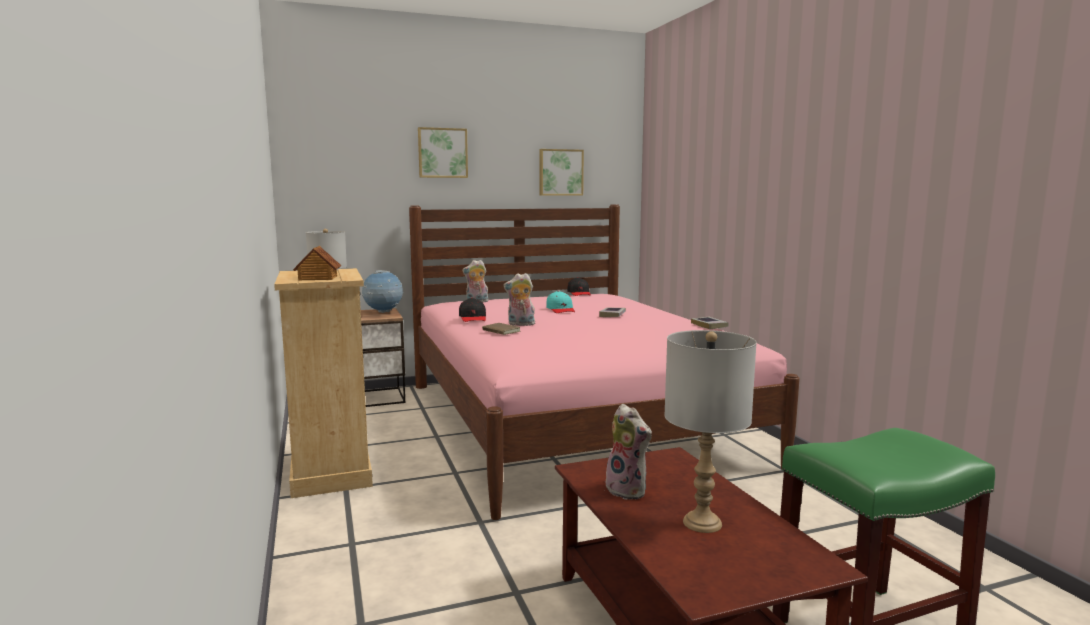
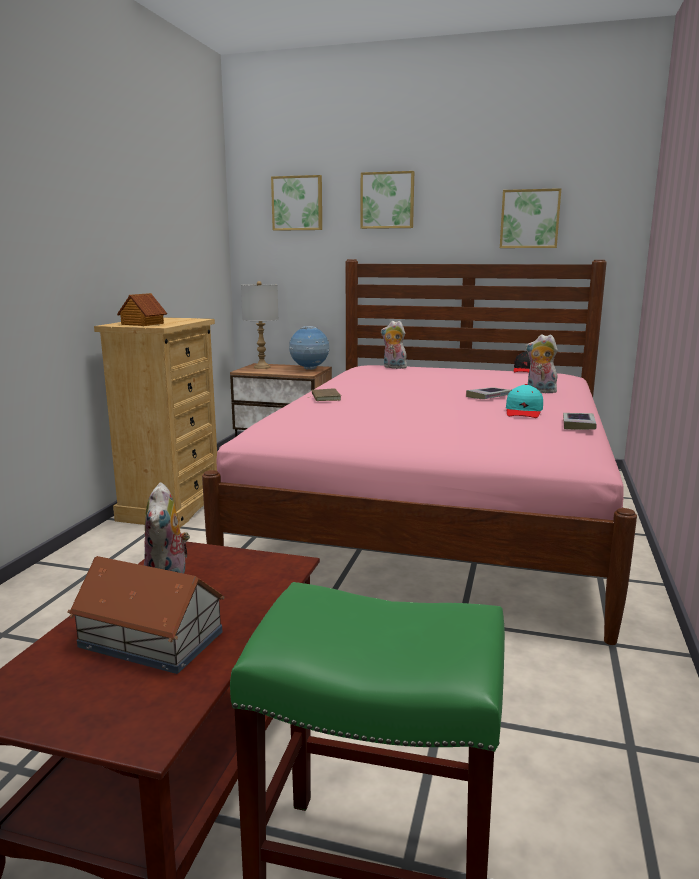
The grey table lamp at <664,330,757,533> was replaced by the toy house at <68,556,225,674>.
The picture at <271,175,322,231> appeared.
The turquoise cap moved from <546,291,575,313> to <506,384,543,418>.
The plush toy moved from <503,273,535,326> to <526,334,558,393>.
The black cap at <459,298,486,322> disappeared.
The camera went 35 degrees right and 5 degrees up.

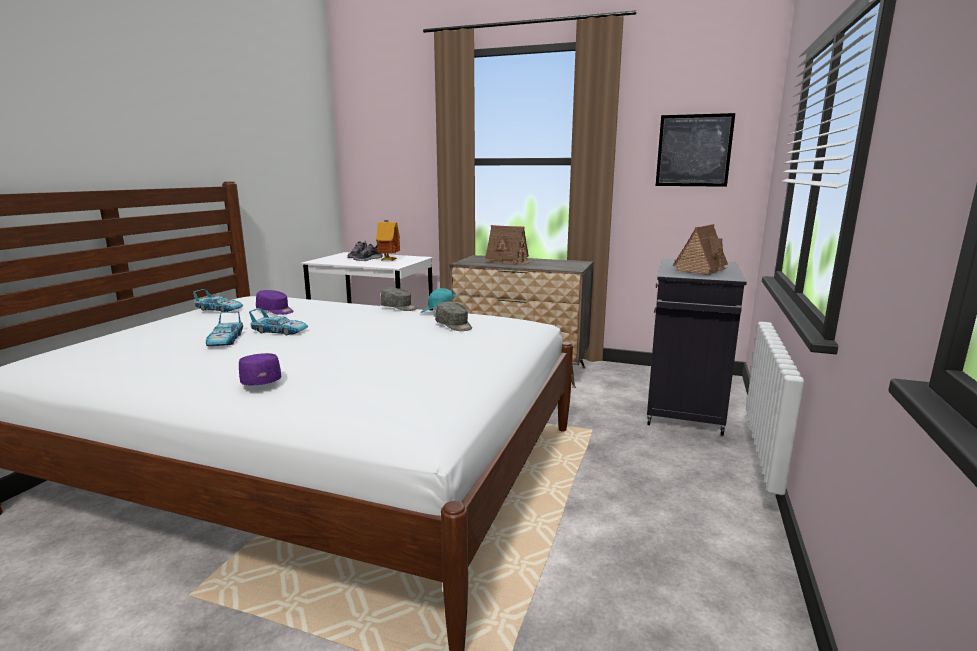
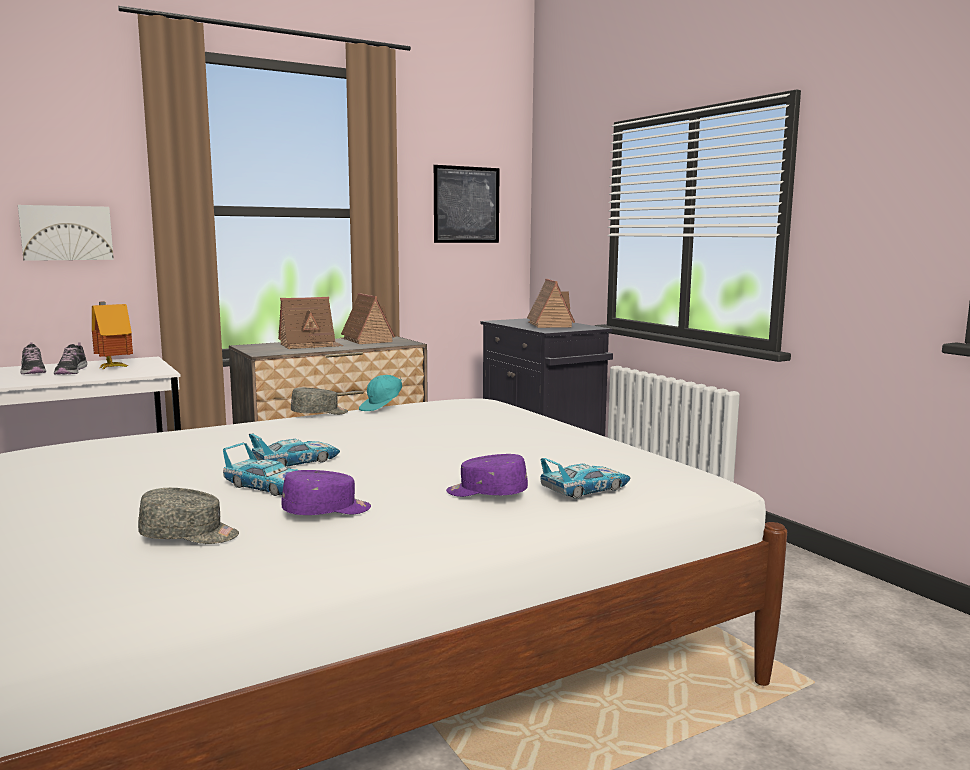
The picture at <18,205,114,261> appeared.
The grey cap moved from <435,302,472,331> to <138,488,239,544>.
The purple cap moved from <256,290,294,315> to <281,470,371,515>.
The toy house at <341,293,396,344> appeared.
The toy car moved from <193,289,243,312> to <540,458,631,499>.
The camera went 50 degrees left and 5 degrees down.

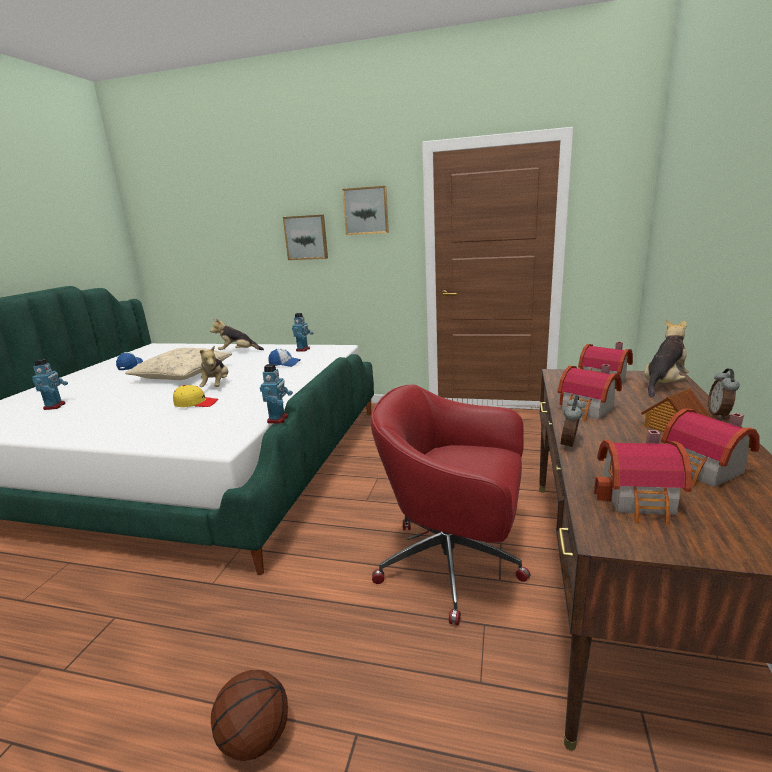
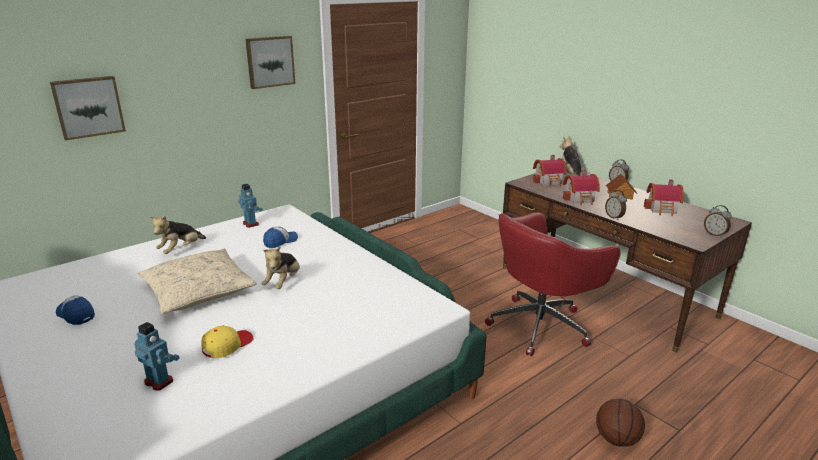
The picture moved from <283,215,328,260> to <50,76,126,140>.
The yellow cap moved from <173,385,218,407> to <201,326,253,358>.
The plush toy at <199,346,228,387> turned 75 degrees clockwise.
The alarm clock at <704,205,732,238> appeared.
The toy robot at <260,364,293,424> disappeared.
The toy house at <594,430,692,525> disappeared.
The camera went 55 degrees left and 5 degrees up.

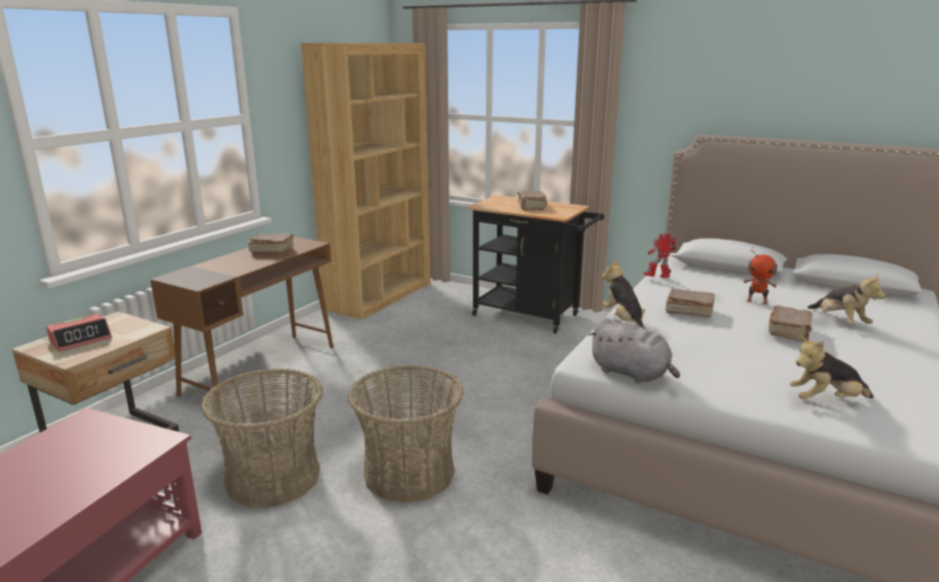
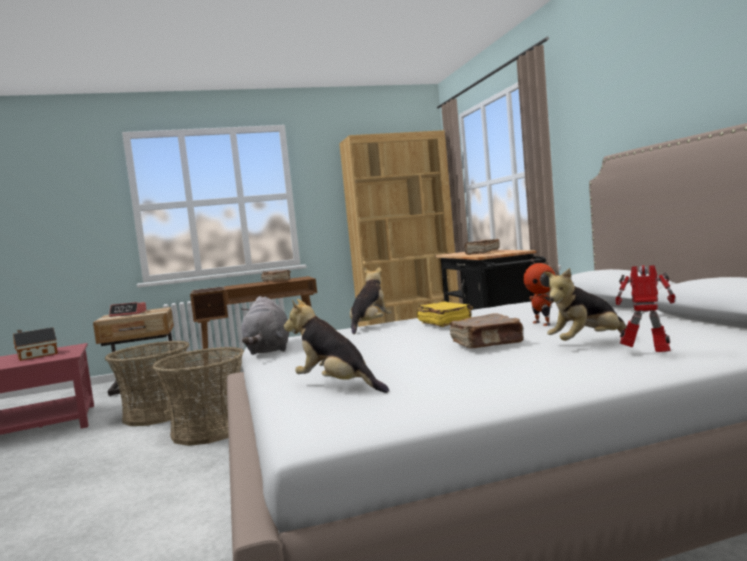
The toy house at <13,327,58,361> appeared.
The brown book at <665,289,715,317> became the yellow book at <417,301,473,327>.
The plush toy at <807,274,885,325> turned 45 degrees clockwise.
The toy robot moved from <643,233,677,278> to <615,265,675,352>.
The camera went 45 degrees right and 15 degrees down.

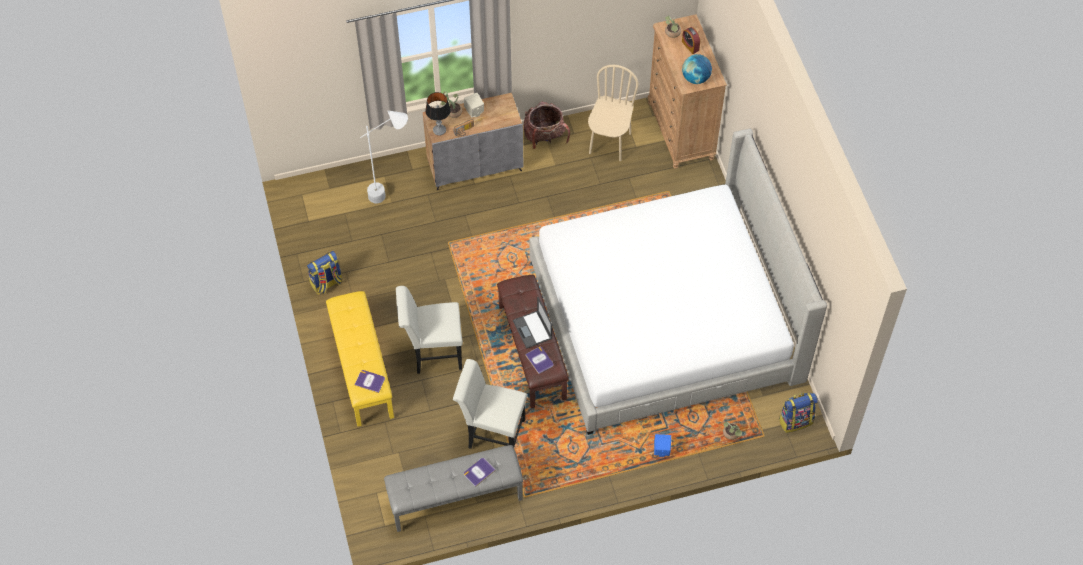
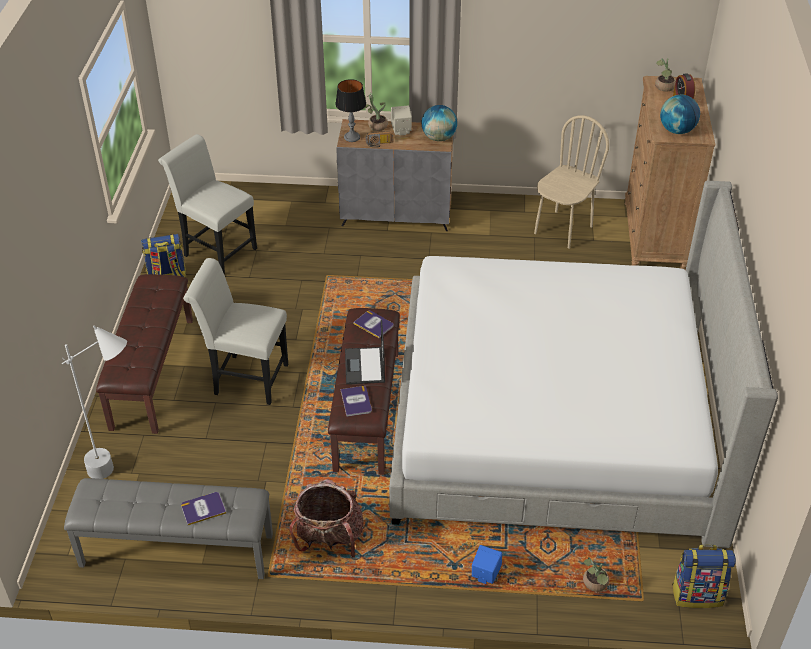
The white floor lamp moved from <360,111,408,203> to <62,326,127,479>.
The yellow bench at <326,291,394,427> became the brown bench at <96,274,193,434>.
The white chair moved from <453,359,527,449> to <158,134,257,274>.
The backpack moved from <523,101,570,149> to <289,479,364,558>.
The book moved from <355,370,385,393> to <353,310,393,338>.
The globe at <421,105,457,141> appeared.
The camera went 20 degrees right and 15 degrees down.

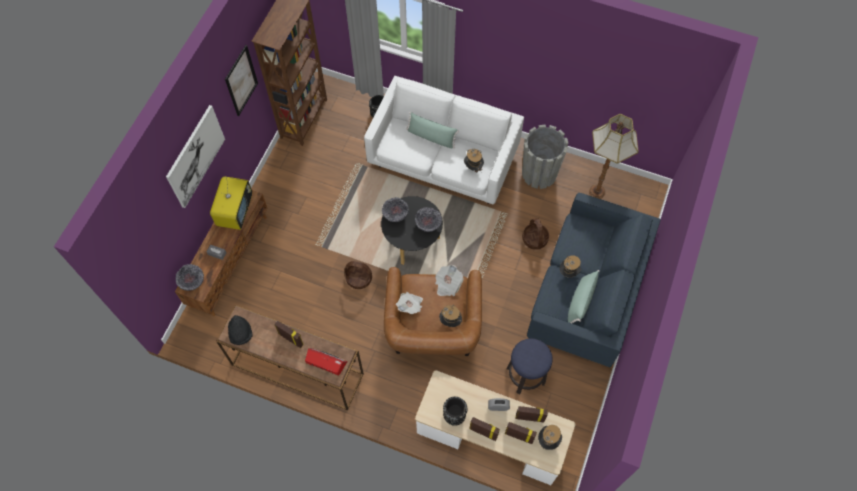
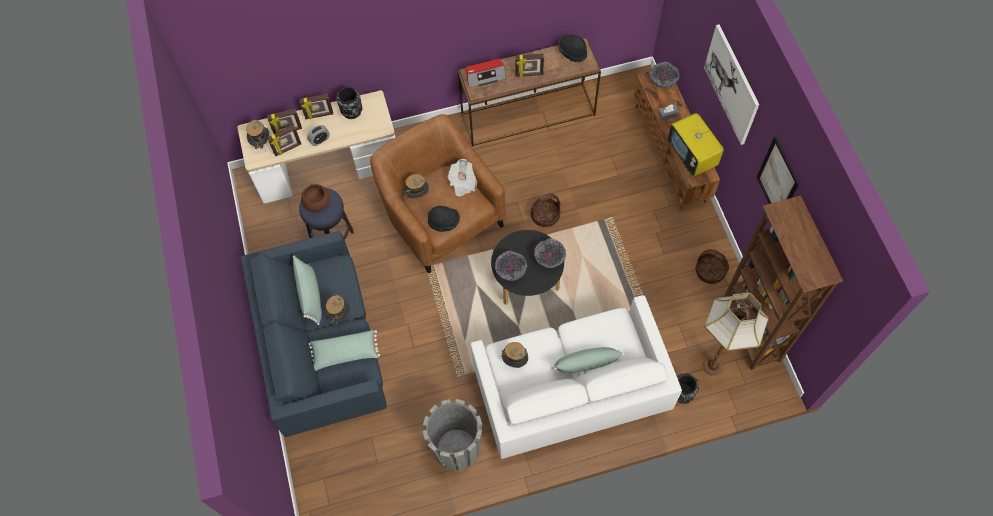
The brown bowl at <301,184,330,212> appeared.
The green pillow at <309,330,380,371> appeared.
The newspaper at <435,265,463,296> was replaced by the black hat at <428,206,460,232>.
The basket moved from <522,218,549,250> to <696,249,729,284>.
The floor lamp moved from <589,114,639,199> to <702,292,769,376>.
The camera went 145 degrees right and 0 degrees up.

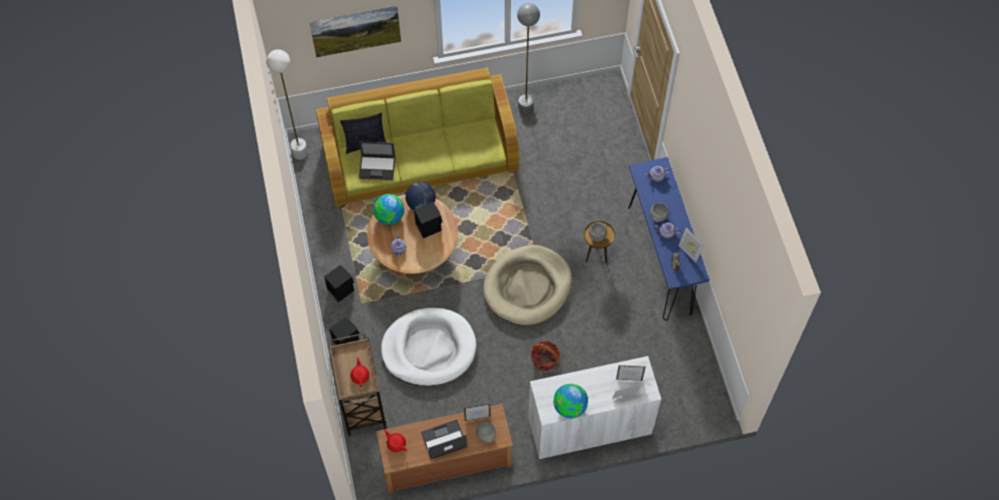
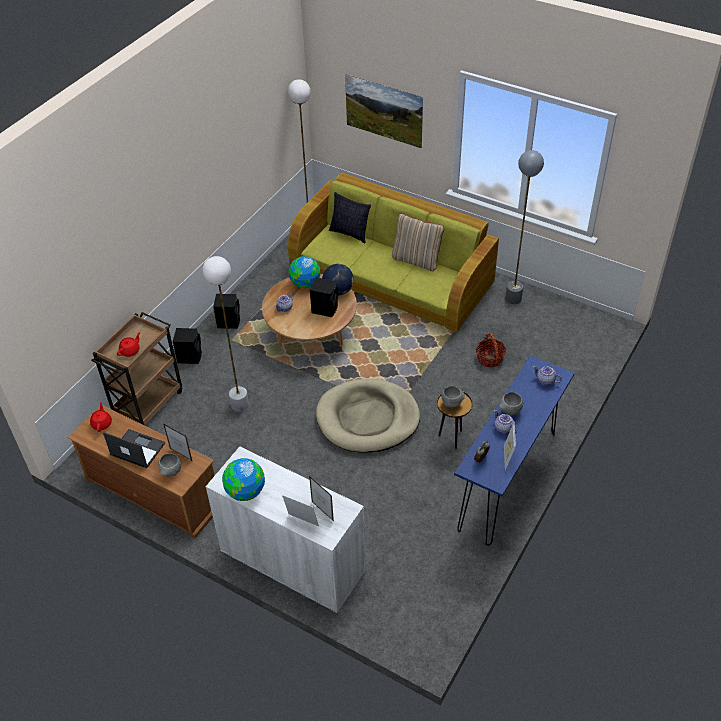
The white dog bed at <381,308,477,386> was replaced by the white floor lamp at <202,256,249,412>.
The beige pillow at <392,213,444,271> appeared.
The basket moved from <531,341,560,371> to <476,333,506,368>.
The laptop at <359,141,395,180> disappeared.
The camera went 45 degrees right and 15 degrees down.

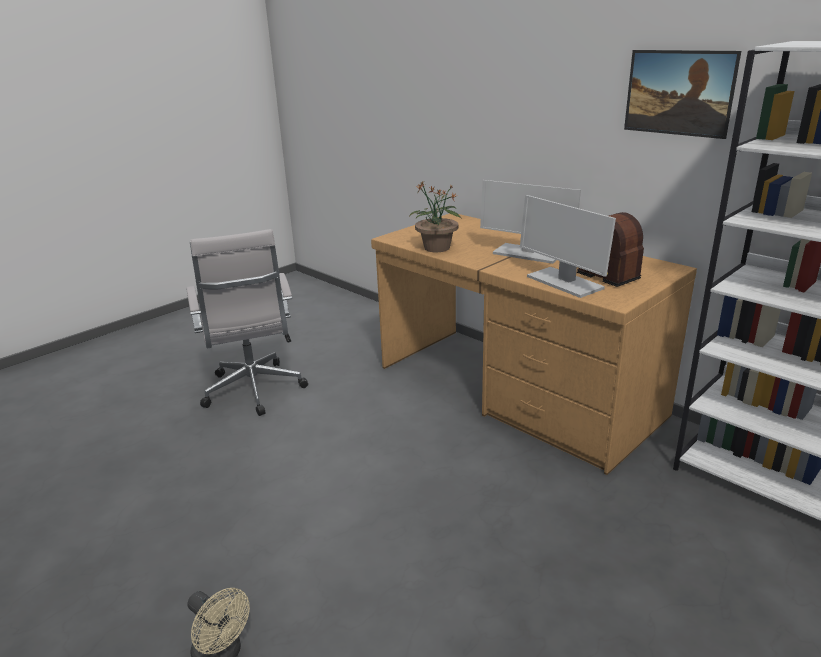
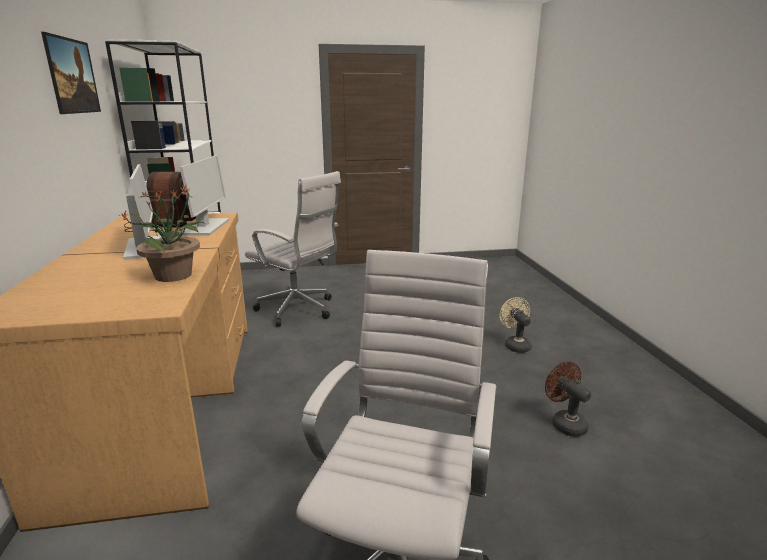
The white office chair at <245,171,341,327> appeared.
The brown fan at <545,362,591,437> appeared.
The camera went 145 degrees left and 5 degrees down.

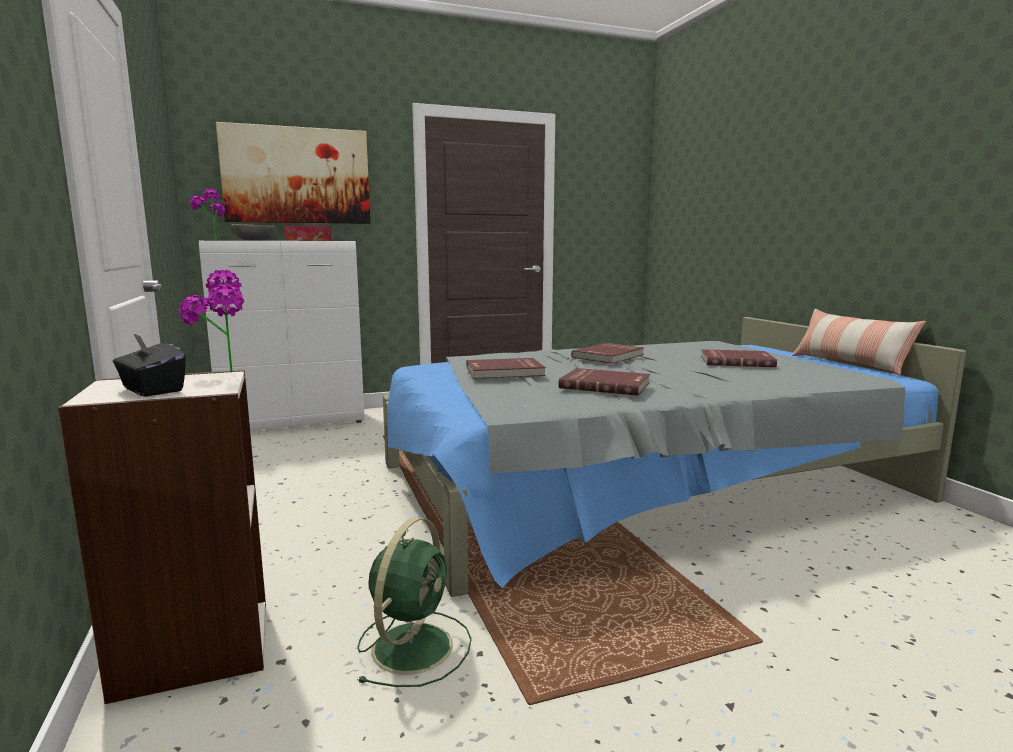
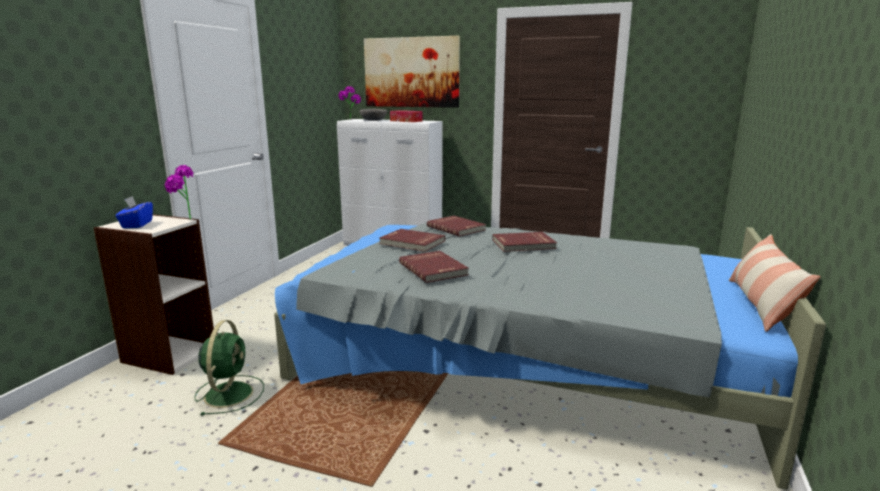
The black tissue box at <113,332,186,397> became the blue tissue box at <115,196,153,228>.
The green fan at <357,517,472,687> turned 60 degrees counterclockwise.
The red book moved from <701,349,777,367> to <427,216,486,237>.
The camera went 40 degrees right and 5 degrees up.

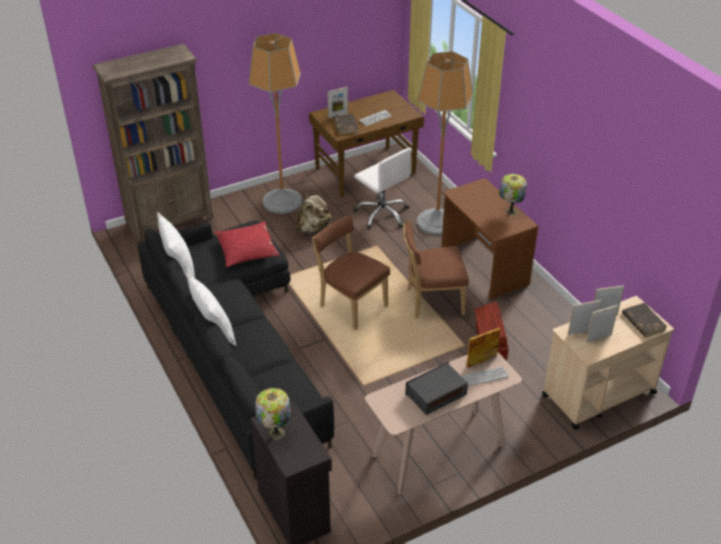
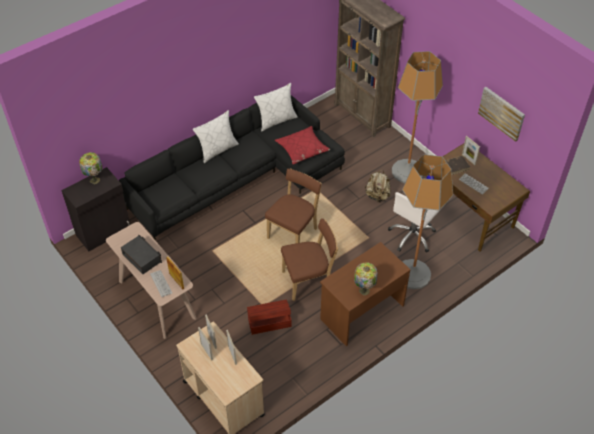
The brown chair at <403,220,469,319> turned 90 degrees clockwise.
The picture at <478,87,525,142> appeared.
The brown book at <622,303,667,337> disappeared.
The camera went 80 degrees right and 10 degrees up.

